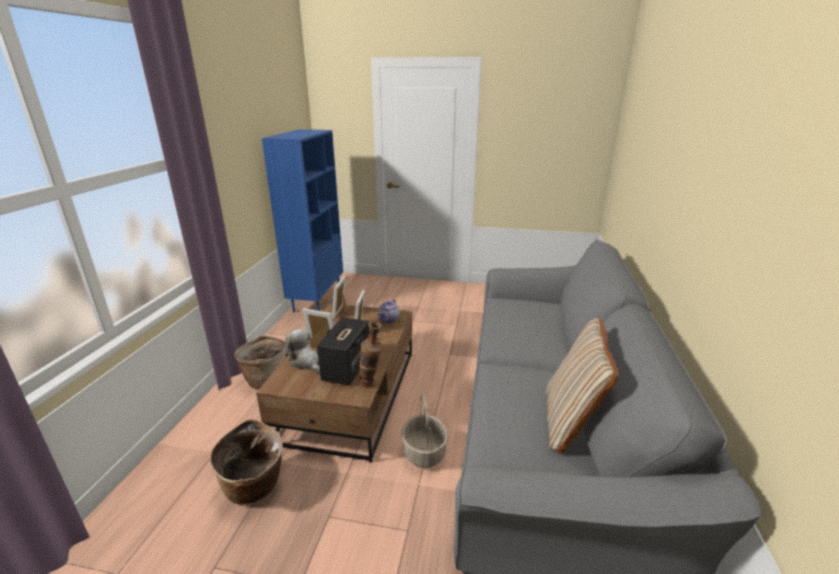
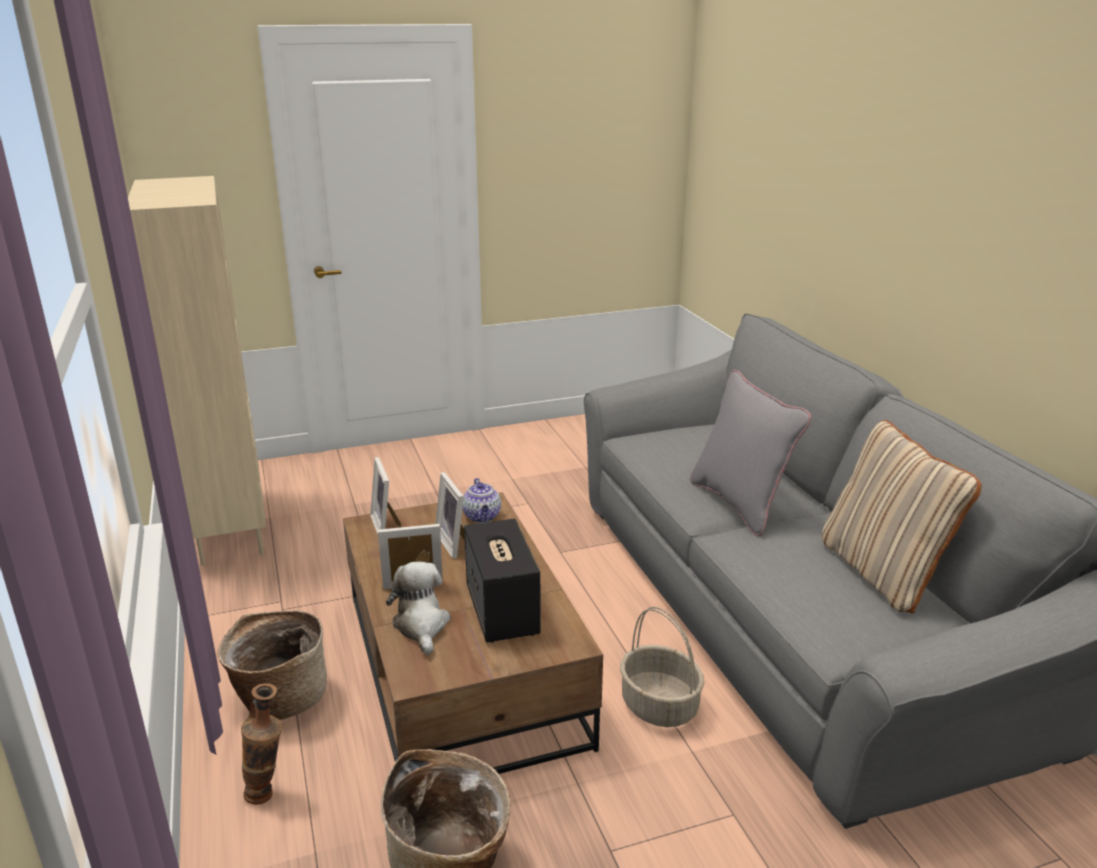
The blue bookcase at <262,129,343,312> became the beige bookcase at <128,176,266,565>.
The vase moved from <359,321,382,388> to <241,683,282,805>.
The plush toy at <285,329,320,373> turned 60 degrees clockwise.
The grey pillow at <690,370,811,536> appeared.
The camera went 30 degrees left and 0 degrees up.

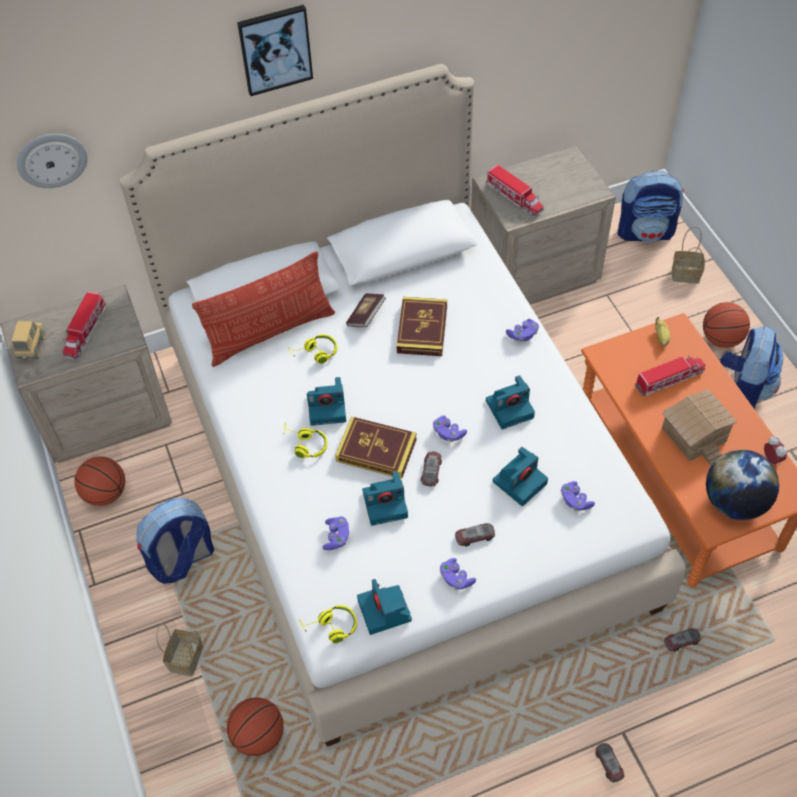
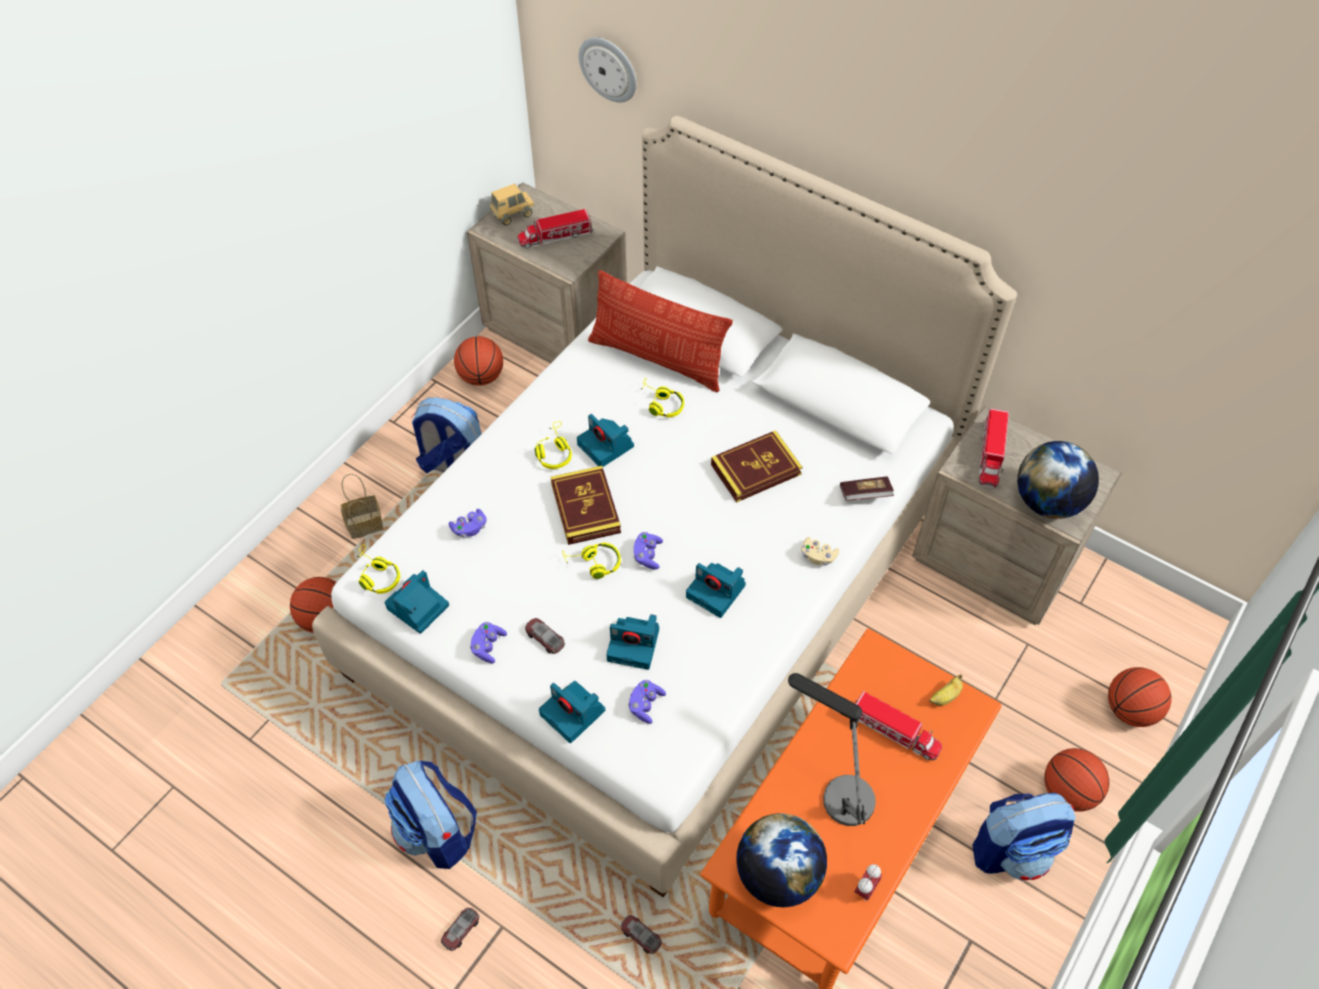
The backpack moved from <617,171,684,242> to <384,760,477,869>.
The photo camera moved from <362,471,408,526> to <539,681,605,743>.
The toy car at <421,451,442,487> was replaced by the yellow headphones at <562,542,621,579>.
The toy house at <662,389,737,466> was replaced by the table lamp at <788,673,876,826>.
The purple game controller at <506,319,539,341> became the beige game controller at <801,537,839,565>.
The book moved from <346,293,386,327> to <840,476,894,501>.
The globe at <1017,441,1099,519> appeared.
The basket at <672,227,705,283> was replaced by the basketball at <1108,667,1171,727>.
The picture at <237,5,313,96> disappeared.
The camera went 55 degrees right and 0 degrees up.

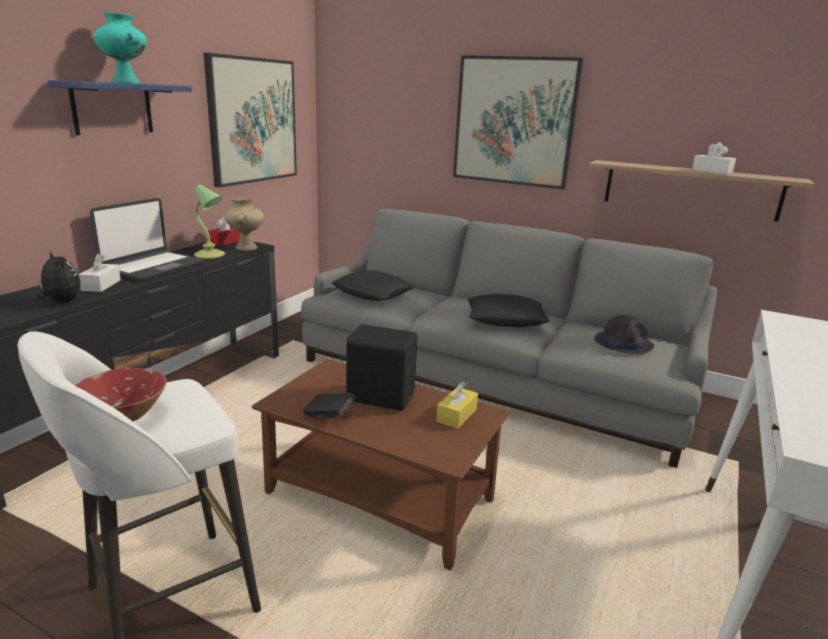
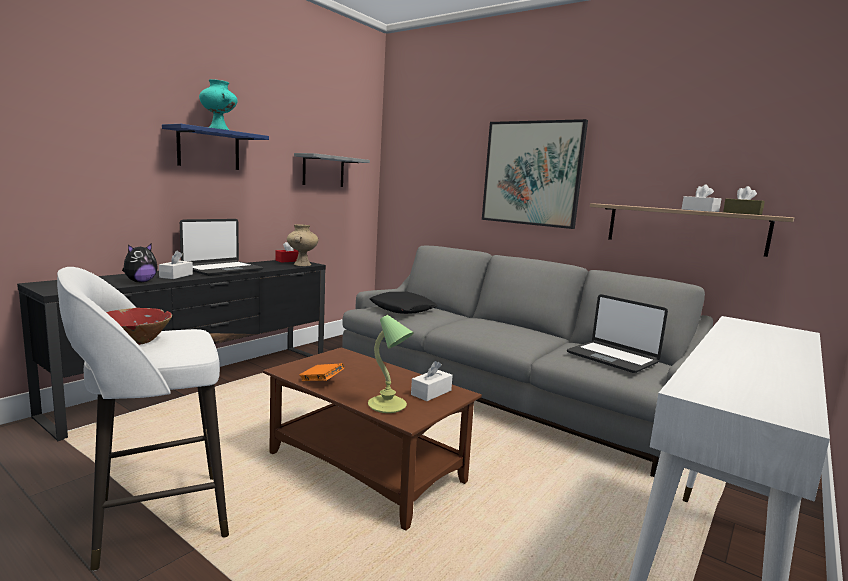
The plush toy at <36,251,81,303> turned 75 degrees clockwise.
The picture at <203,53,297,188> was replaced by the grey shelf at <294,153,370,187>.
The black book at <302,393,355,418> became the orange book at <299,363,344,381>.
The table lamp moved from <194,185,225,259> to <368,315,414,413>.
The yellow tissue box at <436,382,478,429> became the white tissue box at <411,361,453,401>.
The black hat at <594,315,654,354> was replaced by the laptop at <567,294,668,373>.
The brown tissue box at <723,186,765,215> appeared.
The black speaker at <346,324,417,411> disappeared.
The black pillow at <467,294,550,327> disappeared.
The camera went 10 degrees right and 10 degrees down.

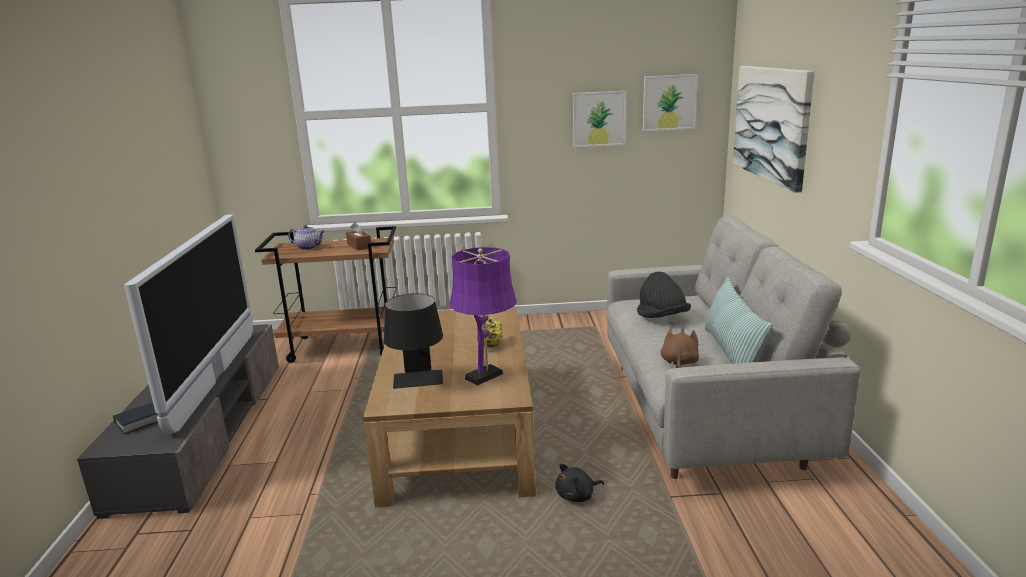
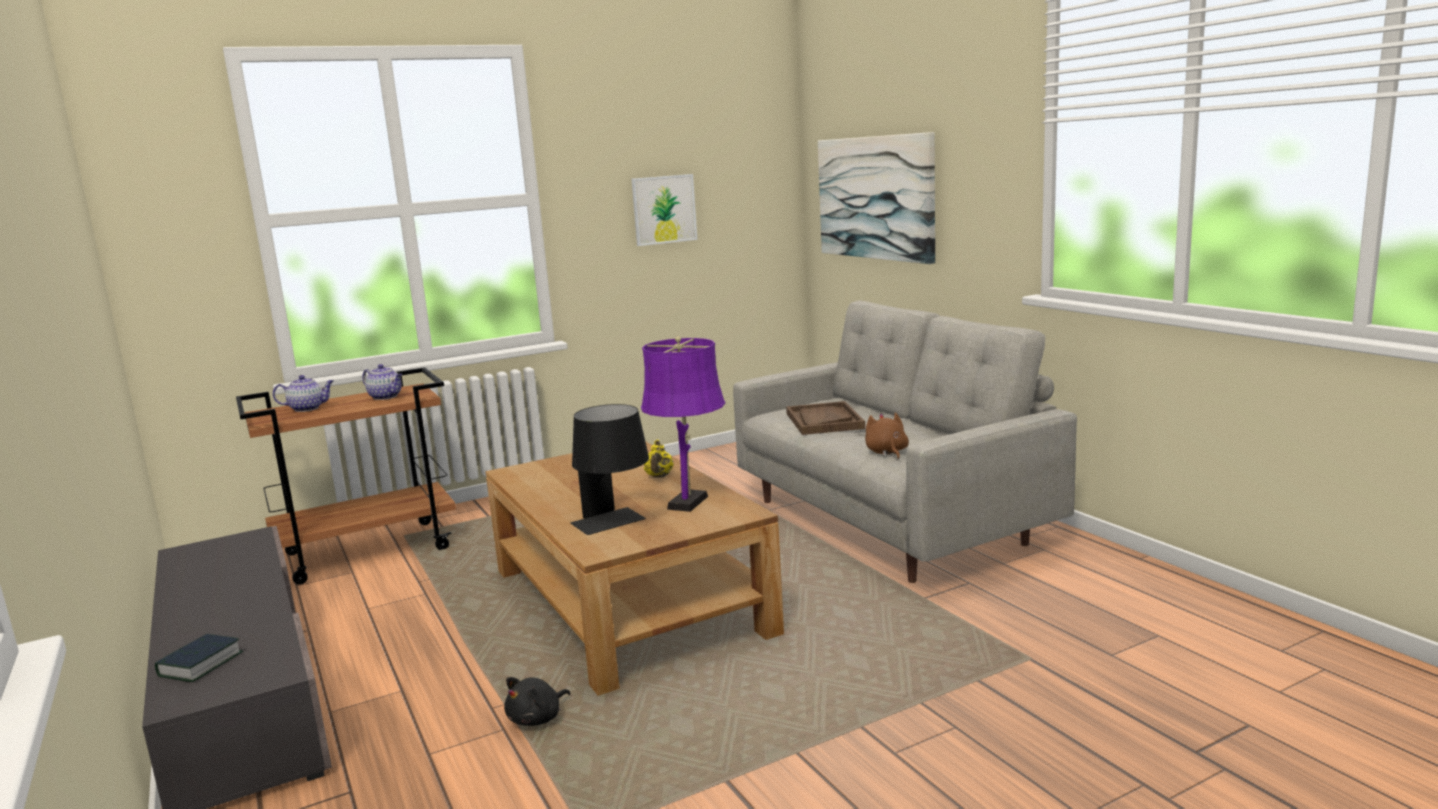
The brown tissue box at <346,222,372,251> was replaced by the teapot at <362,364,403,400>.
The black plush toy moved from <555,464,604,502> to <504,677,570,726>.
The black hat at <637,272,691,318> was replaced by the brown tray at <786,401,865,435>.
The television at <124,214,253,434> disappeared.
The picture at <643,74,698,131> disappeared.
The pillow at <705,277,773,364> disappeared.
The camera went 25 degrees left and 5 degrees down.

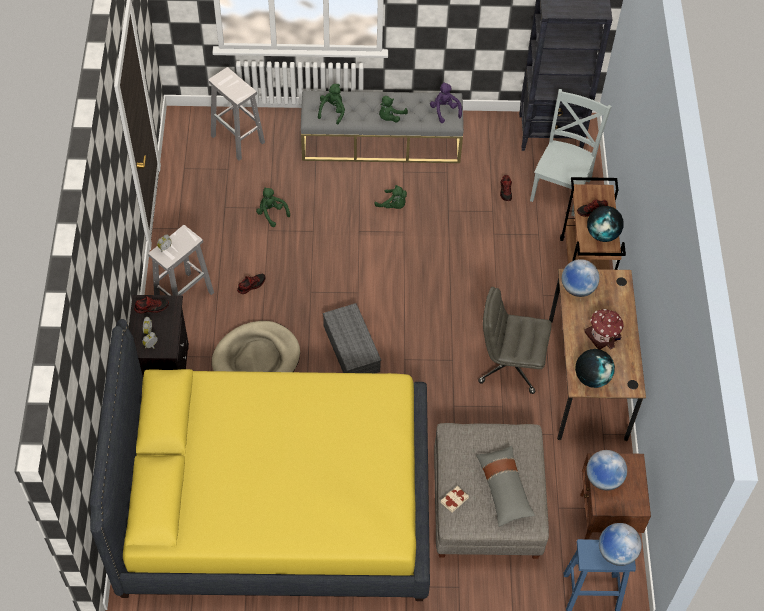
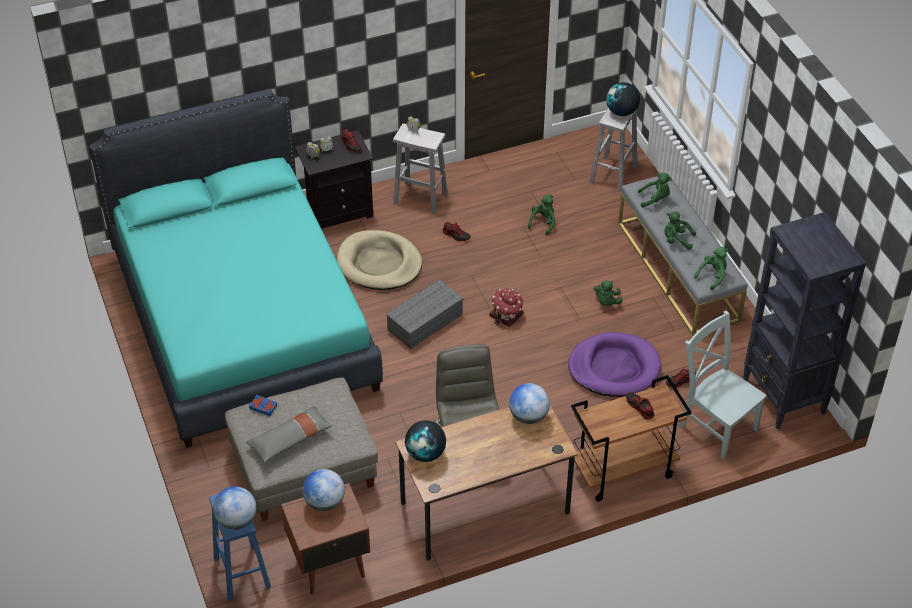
The yellow bed at <90,319,430,601> became the turquoise bed at <89,89,383,448>.
The beige book at <441,485,469,513> became the blue book at <249,395,277,416>.
The toy house moved from <584,309,624,349> to <489,288,524,327>.
The purple dog bed at <568,332,661,397> appeared.
The globe moved from <587,206,624,242> to <606,82,640,116>.
The grey chair at <530,89,612,216> turned 135 degrees counterclockwise.
The purple plush toy at <430,82,462,123> became the green plush toy at <694,247,728,290>.
The camera went 70 degrees right and 10 degrees down.

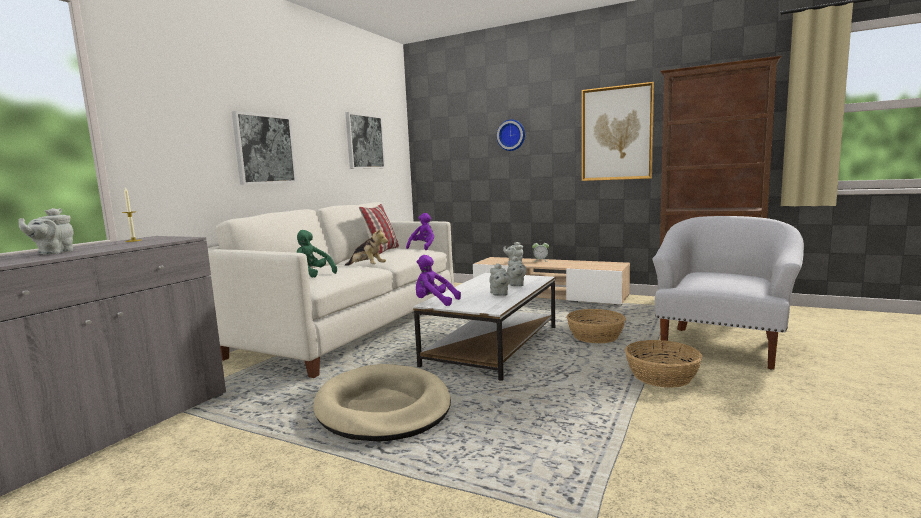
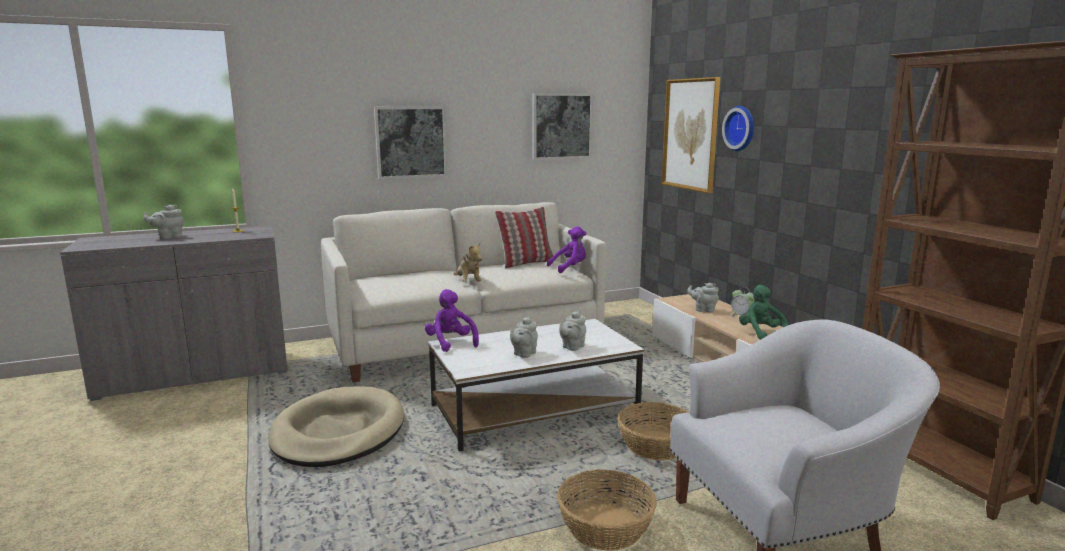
The picture moved from <582,82,654,181> to <661,77,720,193>.
The green plush toy moved from <297,230,337,278> to <739,285,788,340>.
The camera went 40 degrees right and 5 degrees up.

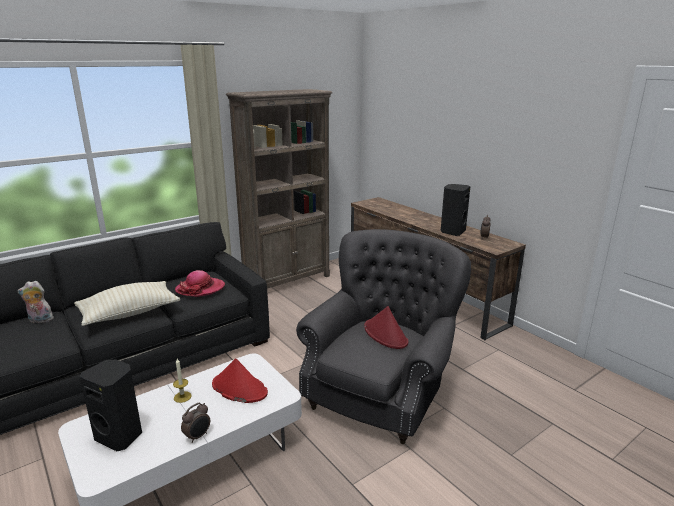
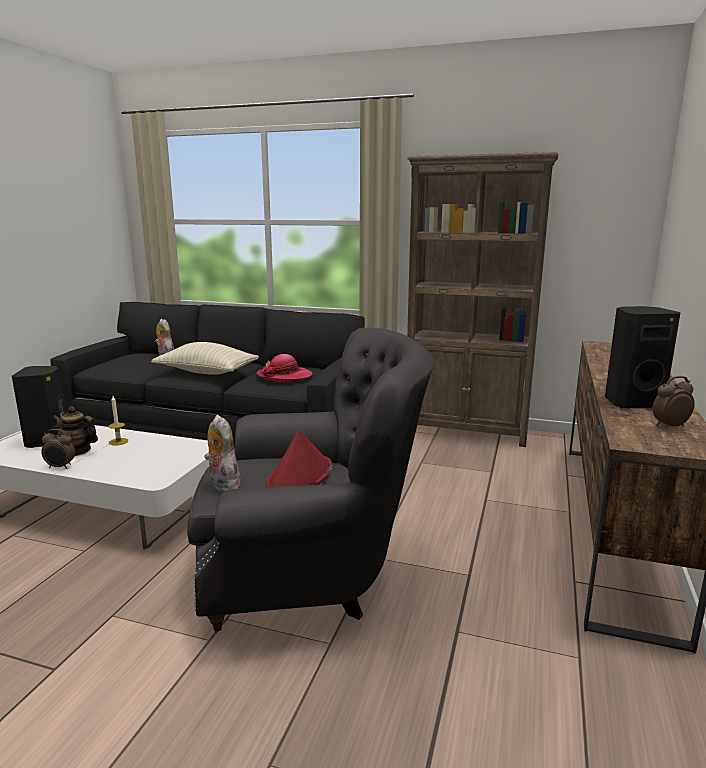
The teapot at <53,406,98,456> appeared.
The plush toy at <204,415,240,492> appeared.
The red hat at <212,358,268,403> disappeared.
The camera went 55 degrees right and 5 degrees down.

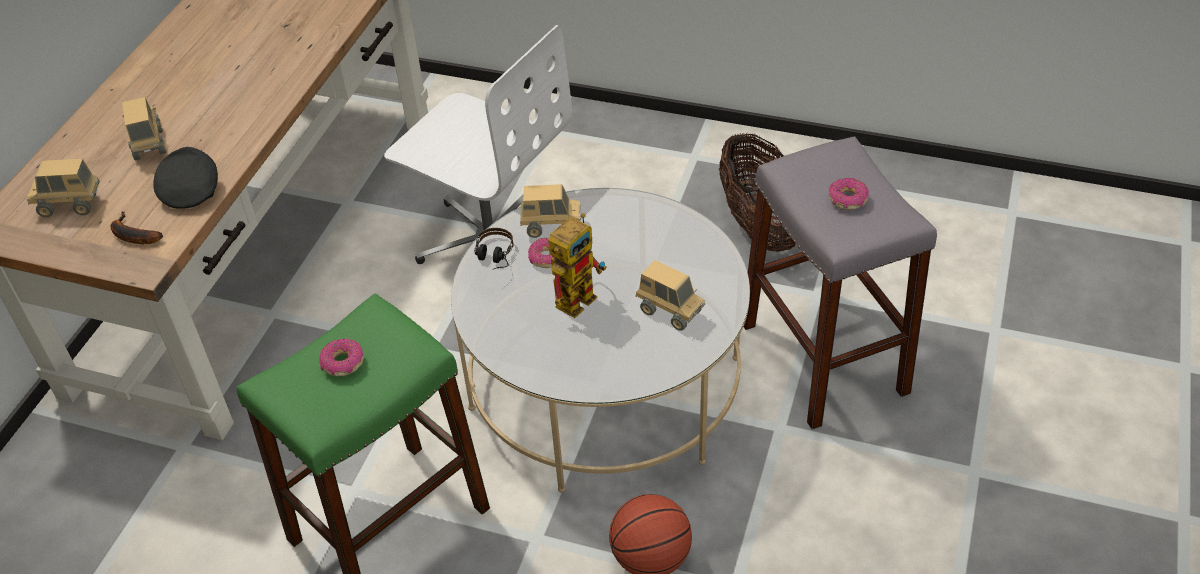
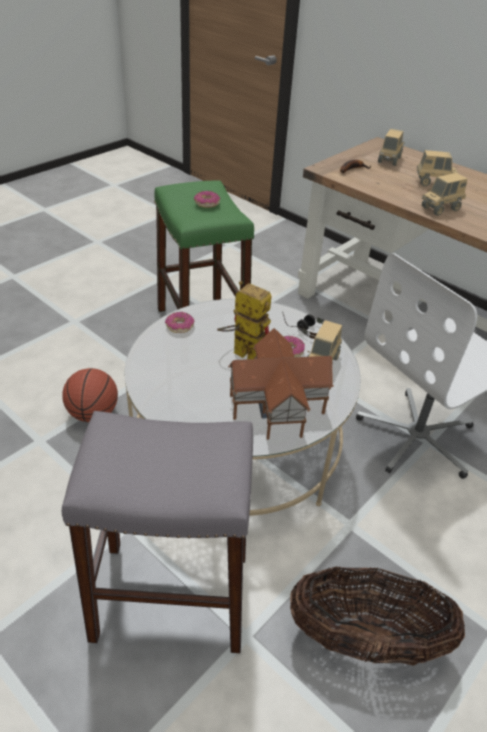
The donut moved from <829,178,869,210> to <165,312,195,333>.
The toy robot at <548,213,606,318> turned 150 degrees clockwise.
The toy house at <228,328,334,440> appeared.
The toy truck moved from <636,260,705,331> to <422,173,467,216>.
The black cap at <153,147,218,209> disappeared.
The camera went 110 degrees right and 5 degrees down.

